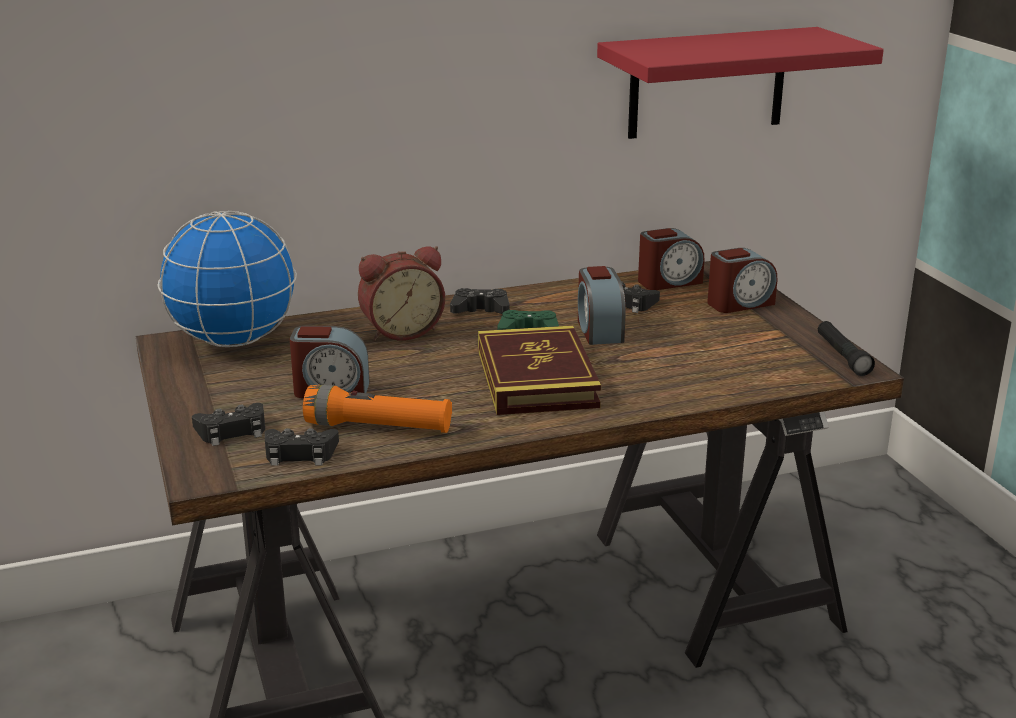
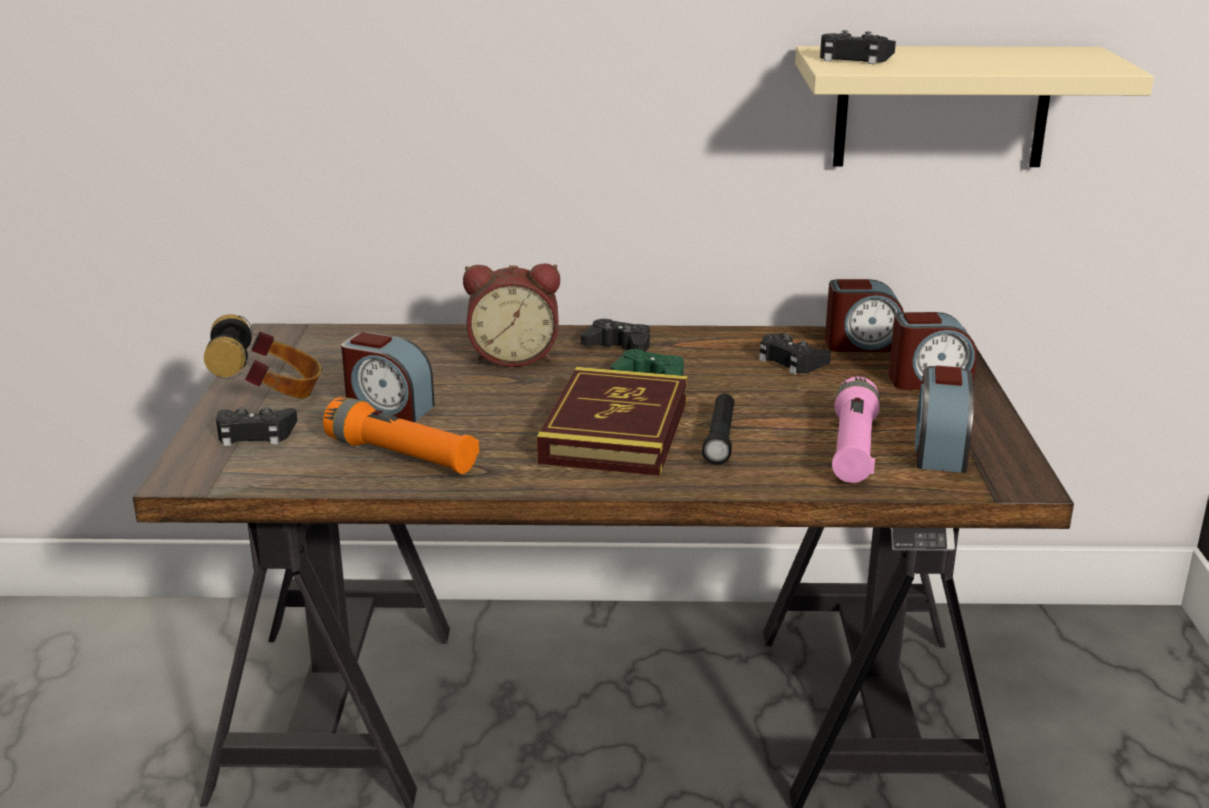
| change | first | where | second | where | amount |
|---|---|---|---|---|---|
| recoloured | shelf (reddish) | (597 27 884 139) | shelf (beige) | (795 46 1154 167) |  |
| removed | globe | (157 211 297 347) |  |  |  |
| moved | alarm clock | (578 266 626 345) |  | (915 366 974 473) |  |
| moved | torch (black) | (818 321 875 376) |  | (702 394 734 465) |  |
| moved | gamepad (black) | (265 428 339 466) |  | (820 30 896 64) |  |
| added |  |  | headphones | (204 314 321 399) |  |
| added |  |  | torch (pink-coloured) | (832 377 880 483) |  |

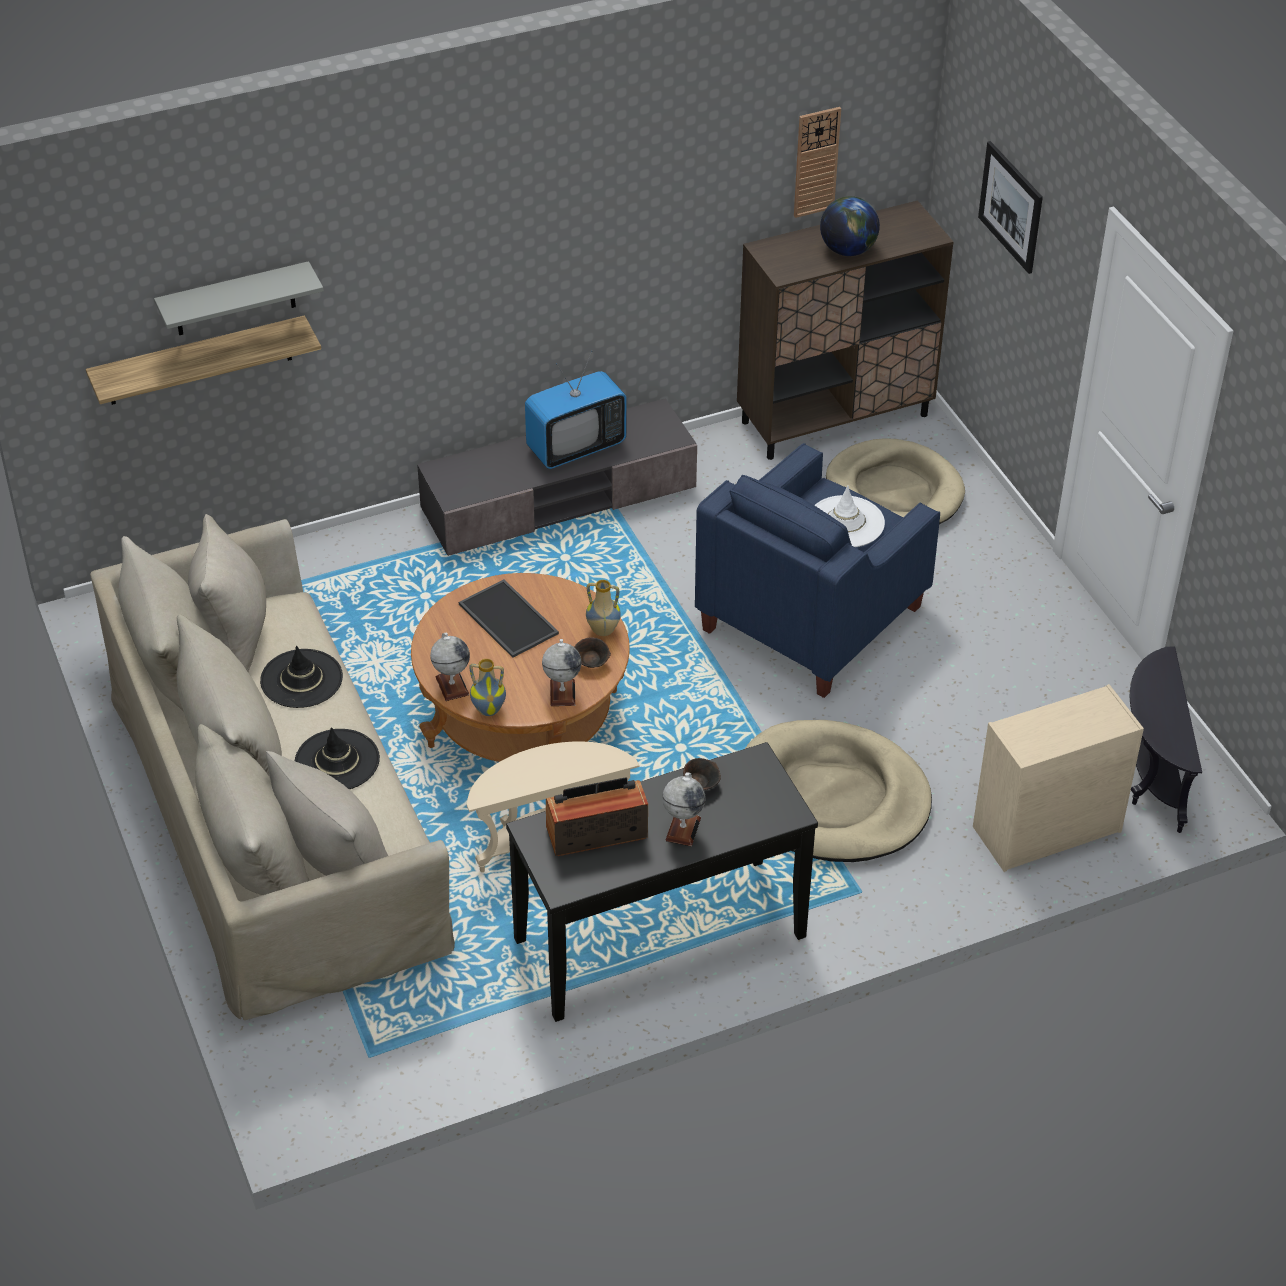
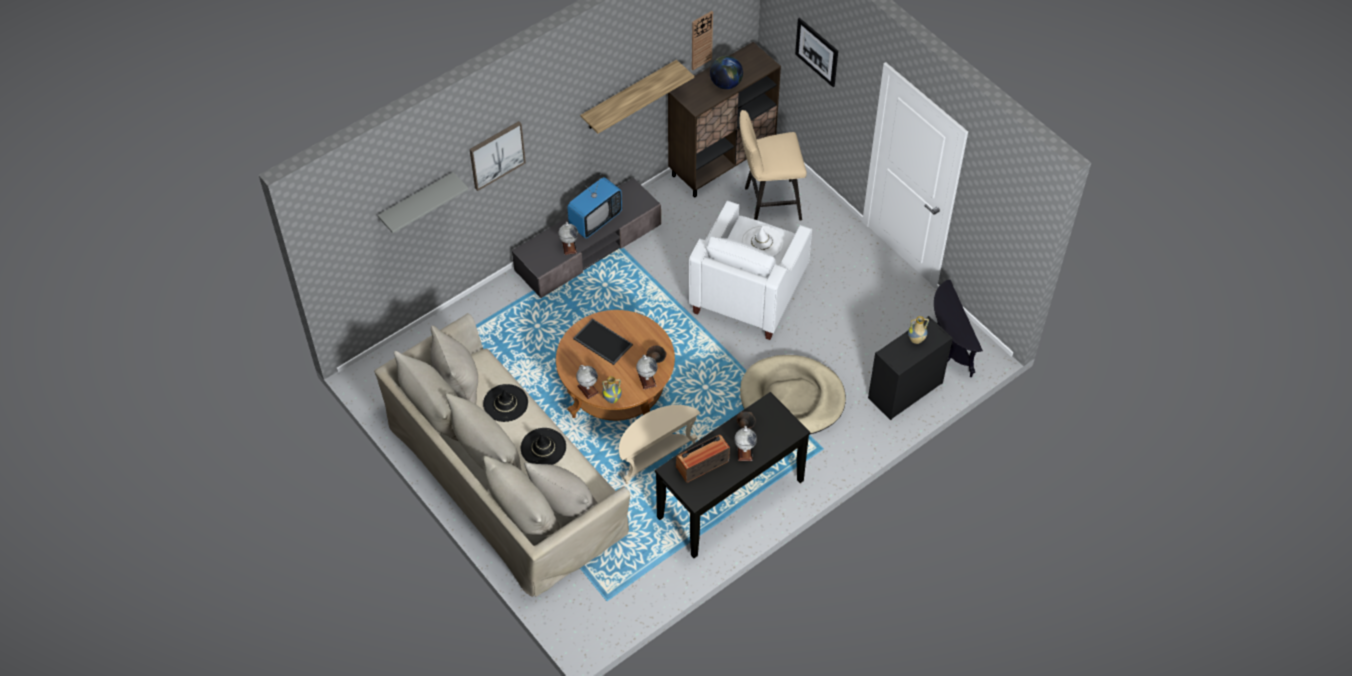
| change | first | where | second | where | amount |
|---|---|---|---|---|---|
| moved | shelf | (86 315 321 405) |  | (580 60 694 133) |  |
| replaced | dog cushion (beige) | (826 438 965 524) | stool seat (beige) | (740 110 807 220) |  |
| recoloured | easy chair (bluish) | (695 443 940 698) | easy chair (whitish) | (689 200 812 340) |  |
| moved | flower vase | (586 580 621 636) |  | (908 316 929 344) |  |
| recoloured | dresser (beige) | (973 684 1144 872) | dresser (black) | (868 316 953 420) |  |
| added |  |  | wall picture | (469 121 526 191) |  |
| added |  |  | globe | (558 222 578 255) |  |

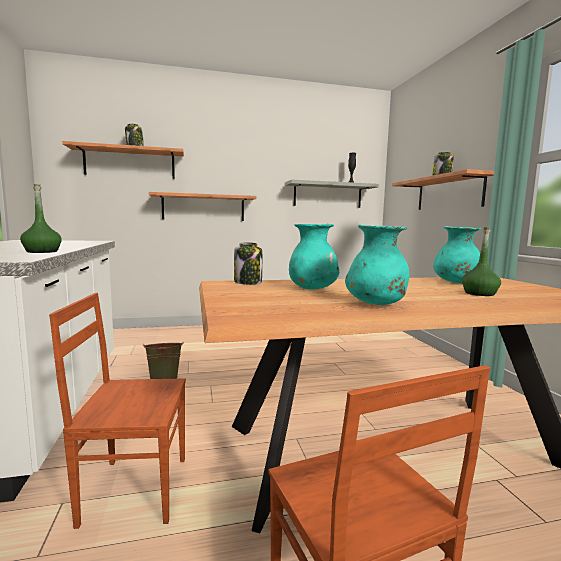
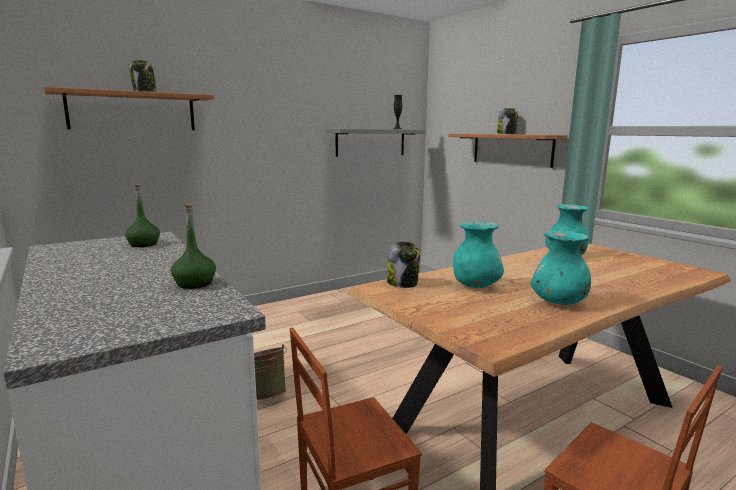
| change | first | where | second | where | amount |
|---|---|---|---|---|---|
| removed | shelf | (149 192 257 221) |  |  |  |
| moved | drink bottle (green) | (462 227 501 296) |  | (125 184 160 247) |  |

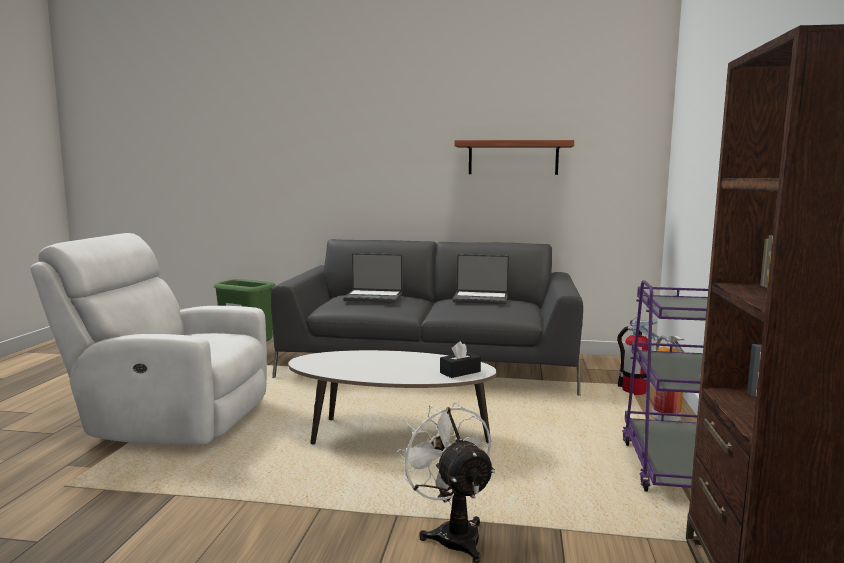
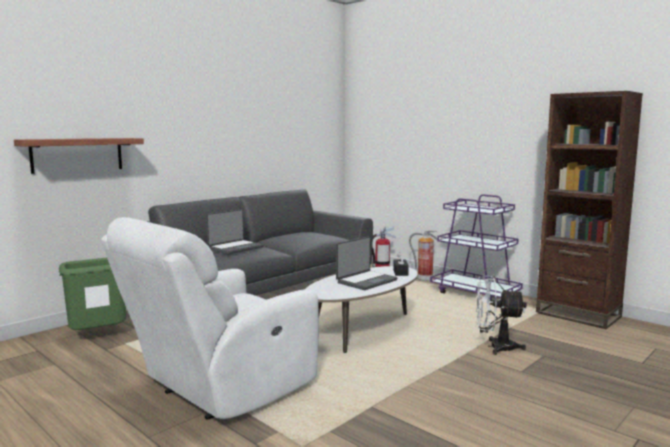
| change | first | where | second | where | amount |
|---|---|---|---|---|---|
| moved | shelf | (454 140 574 175) |  | (14 138 144 174) |  |
| moved | laptop | (452 254 509 304) |  | (336 236 397 290) |  |

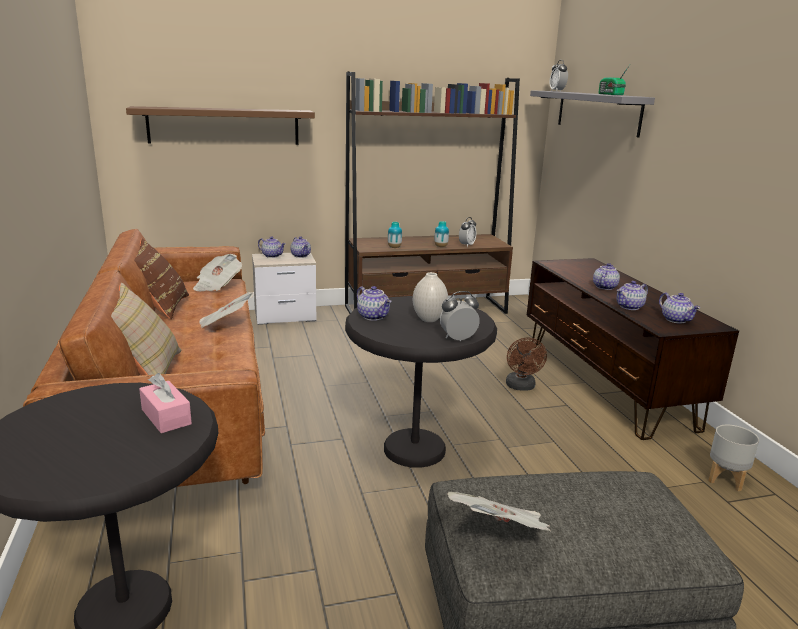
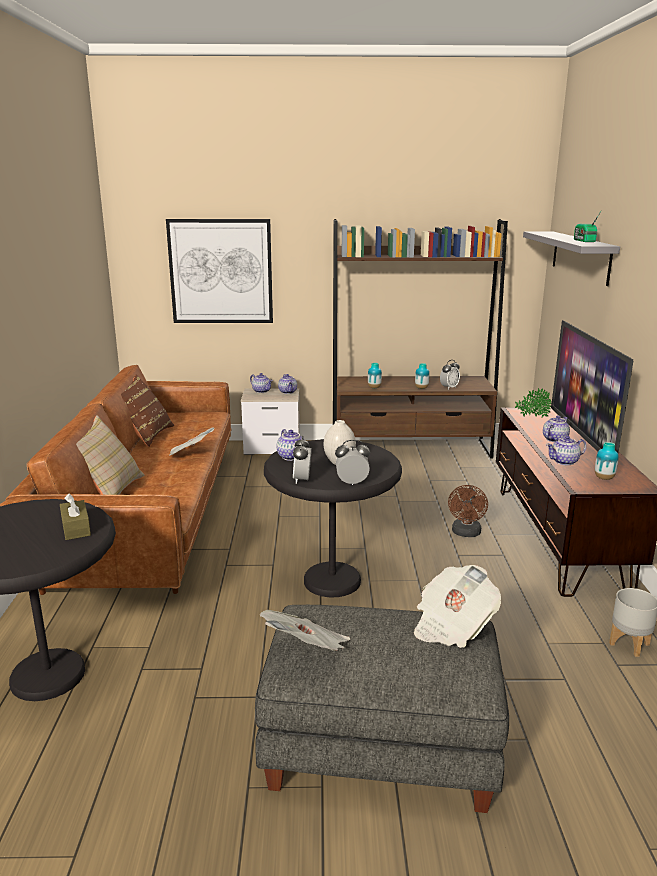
| change | first | where | second | where | amount |
|---|---|---|---|---|---|
| moved | alarm clock | (549 60 568 91) |  | (293 436 312 484) |  |
| replaced | shelf (brown-coloured) | (126 106 315 145) | wall picture | (166 219 273 323) |  |
| moved | daily paper | (193 254 242 291) |  | (414 565 501 648) |  |
| replaced | pot for tea | (659 292 700 324) | flower vase | (595 442 619 480) |  |
| recoloured | tissue holder (pink-coloured) | (139 373 192 433) | tissue holder (brown-coloured) | (60 494 91 540) |  |
| added |  |  | TV set | (551 320 633 452) |  |
| added |  |  | houseplant | (515 388 552 417) |  |

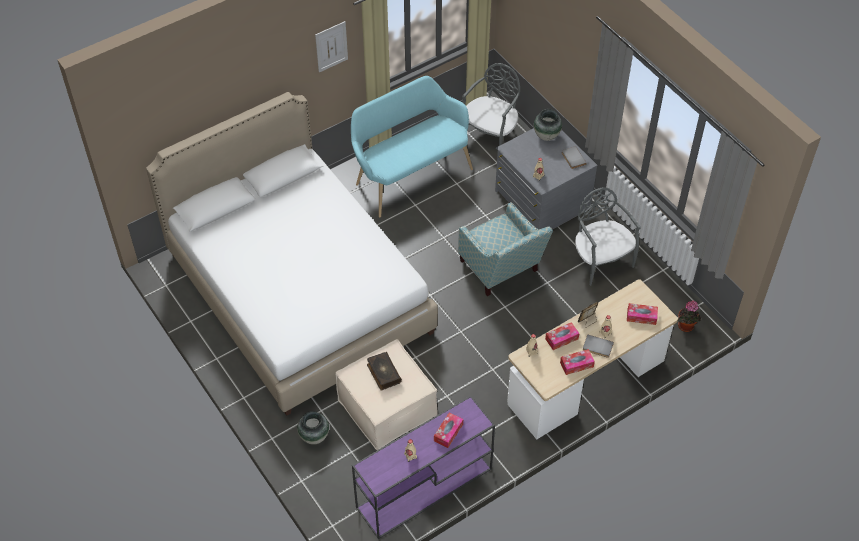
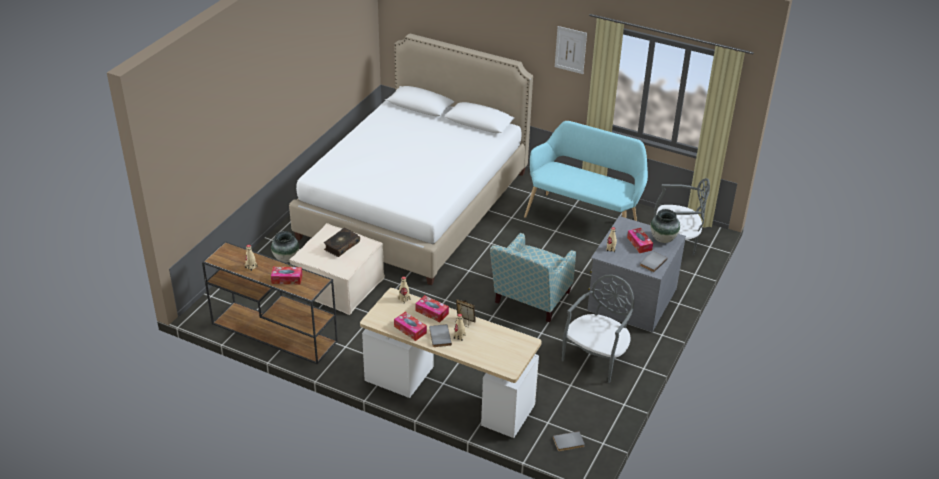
| change | first | where | second | where | amount |
|---|---|---|---|---|---|
| replaced | houseplant | (678 301 701 332) | bound book (greyish) | (553 431 585 451) |  |
| moved | tissue holder | (627 303 658 325) |  | (627 228 653 253) |  |
| recoloured | narrow table (purplish) | (352 396 495 539) | narrow table (brown-coloured) | (202 241 338 364) |  |

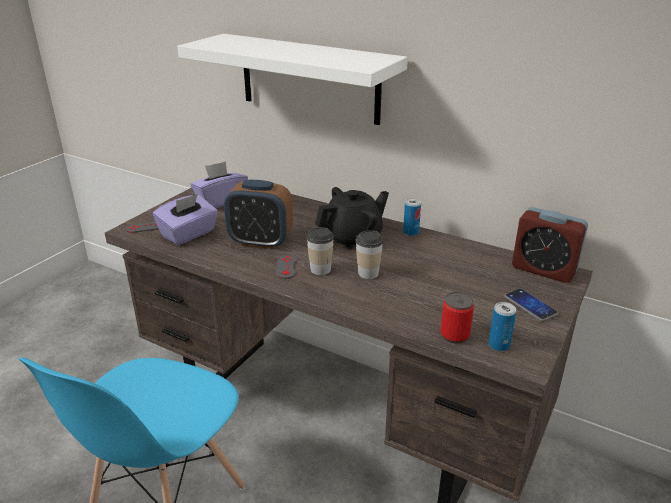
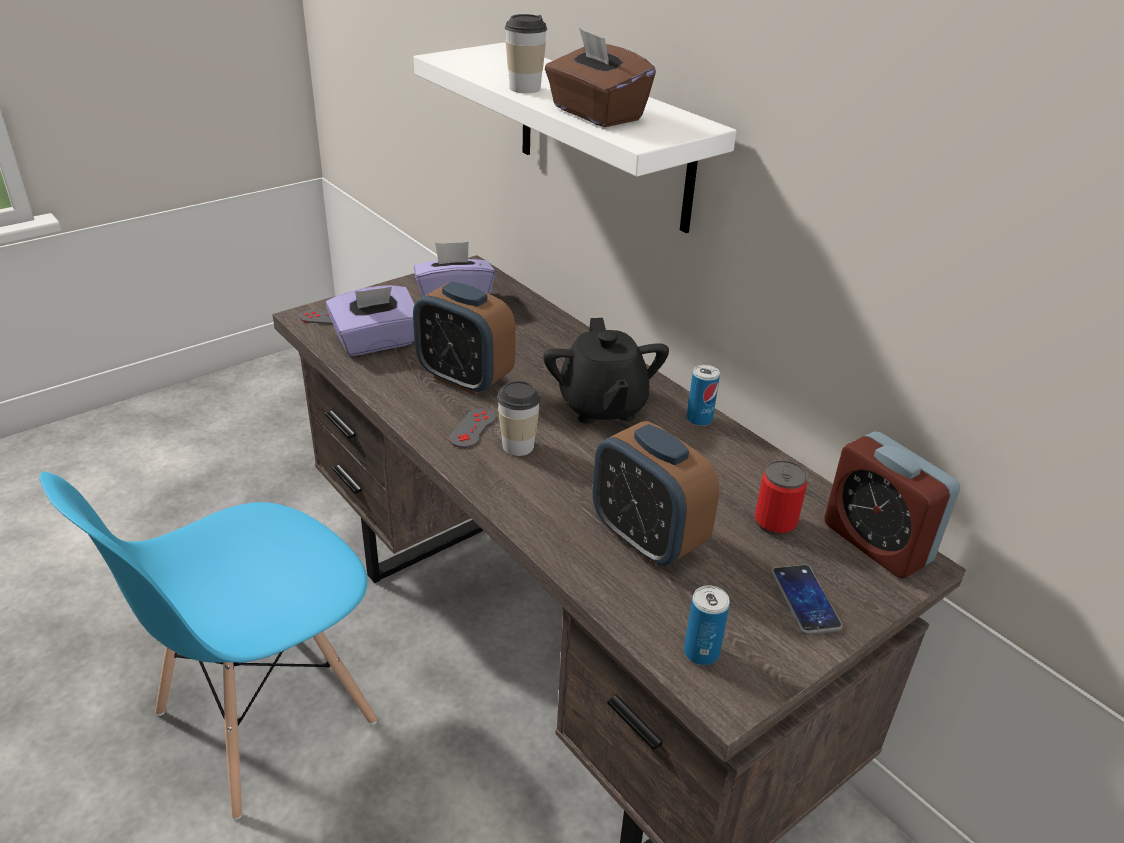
| change | first | where | second | where | amount |
|---|---|---|---|---|---|
| turned | pot for tea (black) | (315 187 389 250) |  | (543 318 669 424) | 90 degrees clockwise |
| moved | drinking cup | (355 230 383 279) |  | (504 14 547 93) |  |
| moved | metal can | (441 292 474 344) |  | (755 460 808 535) |  |
| added |  |  | tissue holder (brown-coloured) | (545 28 656 127) |  |
| added |  |  | alarm clock | (592 421 719 566) |  |

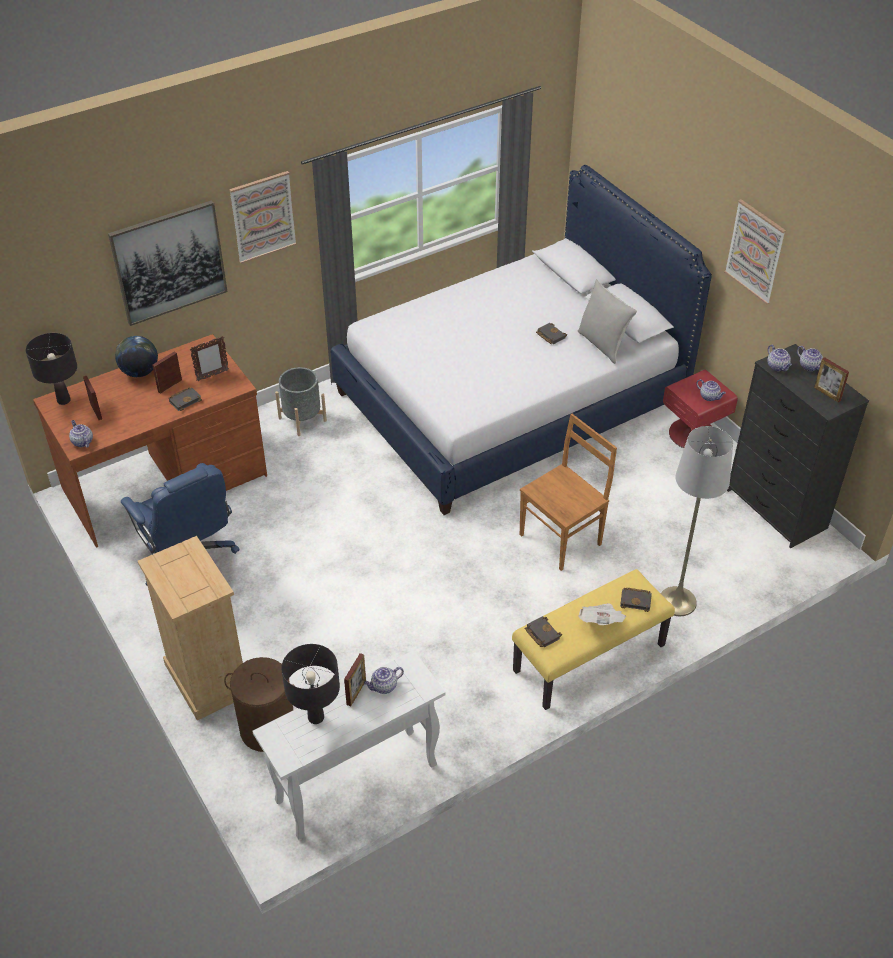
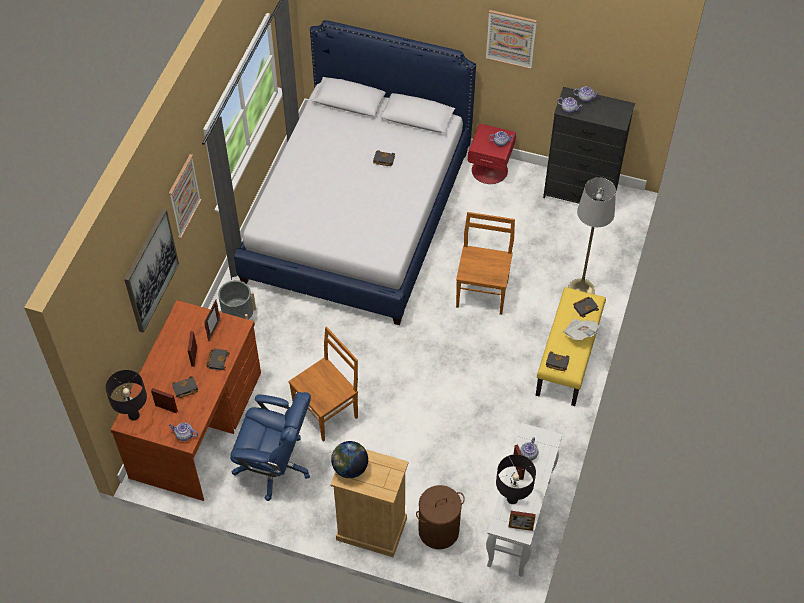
| change | first | where | second | where | amount |
|---|---|---|---|---|---|
| removed | cushion (greyish) | (578 279 637 364) |  |  |  |
| moved | globe | (115 336 158 377) |  | (331 441 368 478) |  |
| moved | standing frame | (814 357 849 402) |  | (509 511 536 531) |  |
| added |  |  | chair (brown-coloured) | (289 327 358 442) |  |
| added |  |  | bound book (black) | (172 376 198 398) |  |

